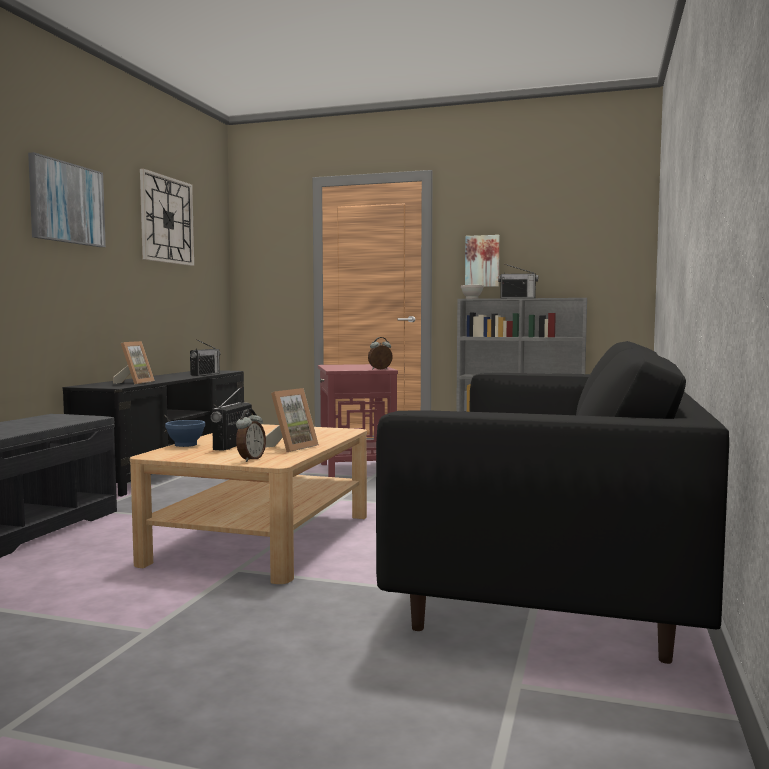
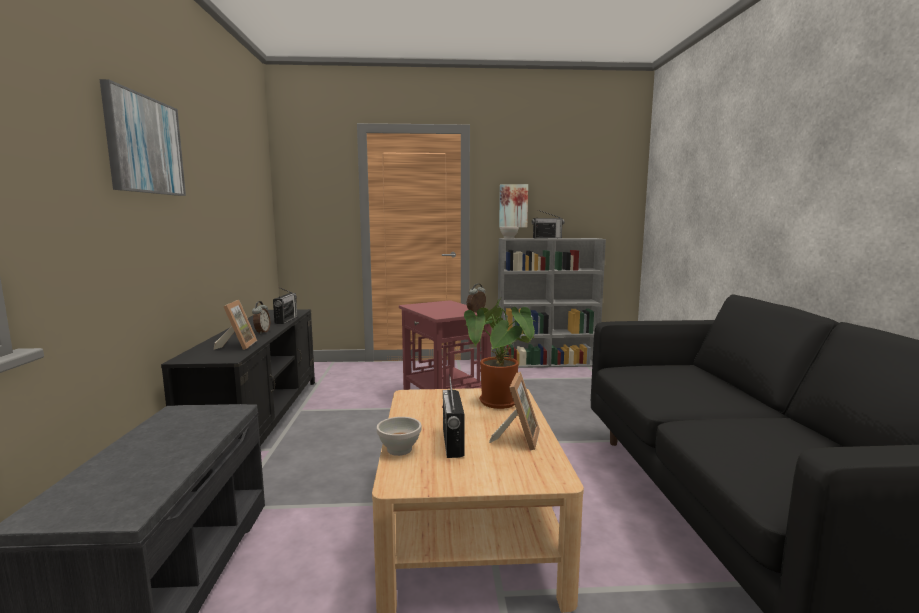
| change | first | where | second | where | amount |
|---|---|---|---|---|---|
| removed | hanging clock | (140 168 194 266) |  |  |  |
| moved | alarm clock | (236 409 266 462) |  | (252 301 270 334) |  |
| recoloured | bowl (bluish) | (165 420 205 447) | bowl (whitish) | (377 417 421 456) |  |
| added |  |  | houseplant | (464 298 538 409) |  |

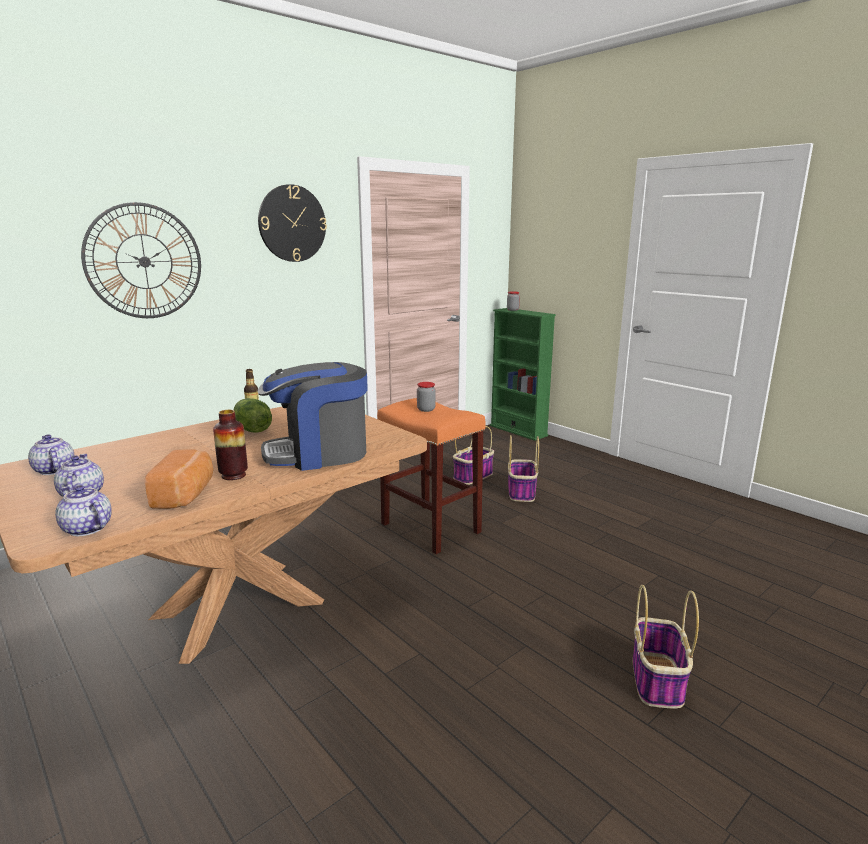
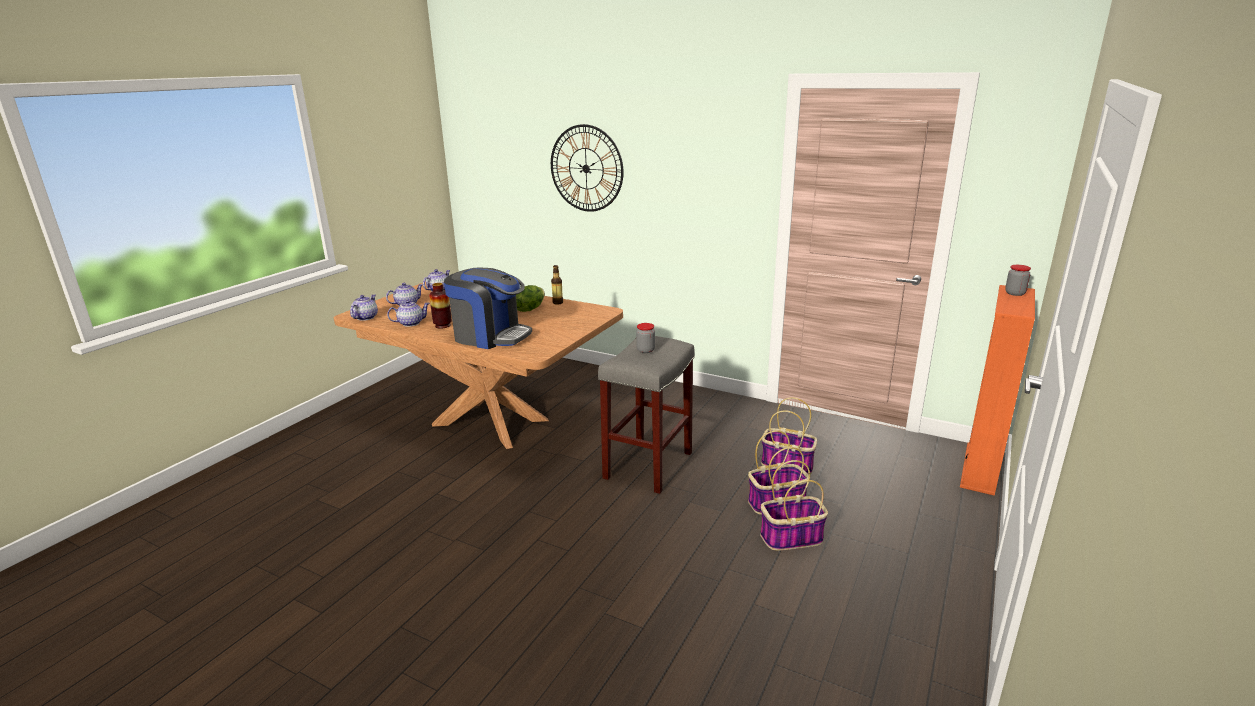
| change | first | where | second | where | amount |
|---|---|---|---|---|---|
| removed | hanging clock | (258 184 327 262) |  |  |  |
| recoloured | bookshelf (green) | (490 308 556 441) | bookshelf (orangey) | (960 285 1035 496) |  |
| turned | coffee maker | (257 362 368 471) |  | (444 267 532 349) | 150 degrees clockwise |
| recoloured | stool seat (orangey) | (377 398 485 554) | stool seat (greyish) | (598 336 695 494) |  |
| replaced | baked bread | (145 449 213 509) | pot for tea | (387 300 430 327) |  |
| moved | storage basket | (633 585 699 708) |  | (760 460 828 551) |  |

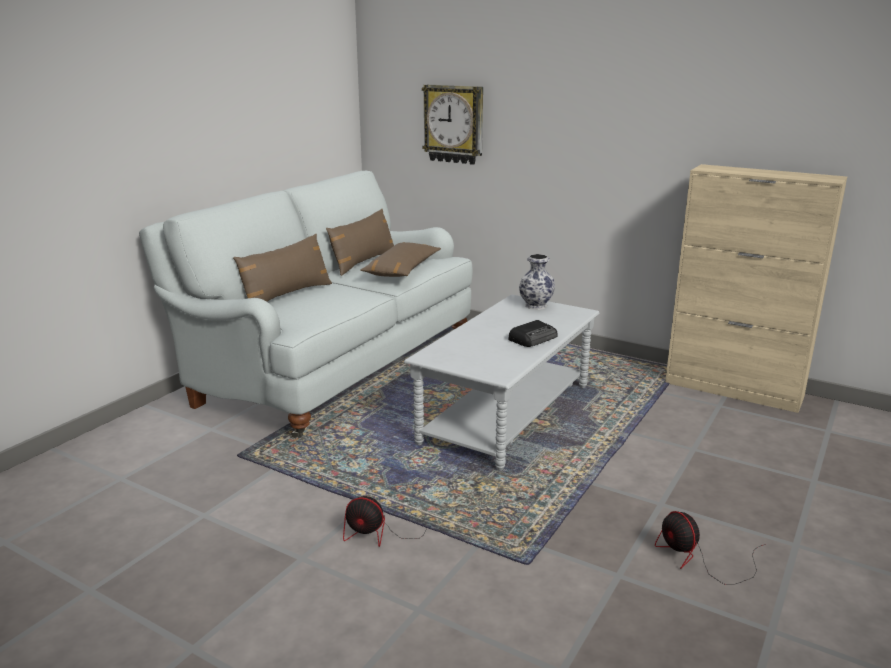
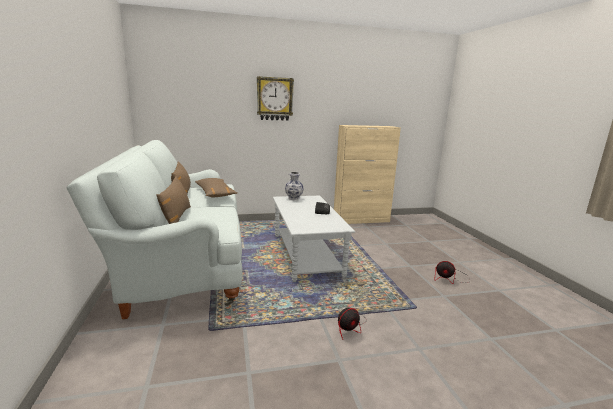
| change | first | where | second | where | amount |
|---|---|---|---|---|---|
| moved | hanging clock | (422 84 483 165) |  | (257 76 294 121) |  |

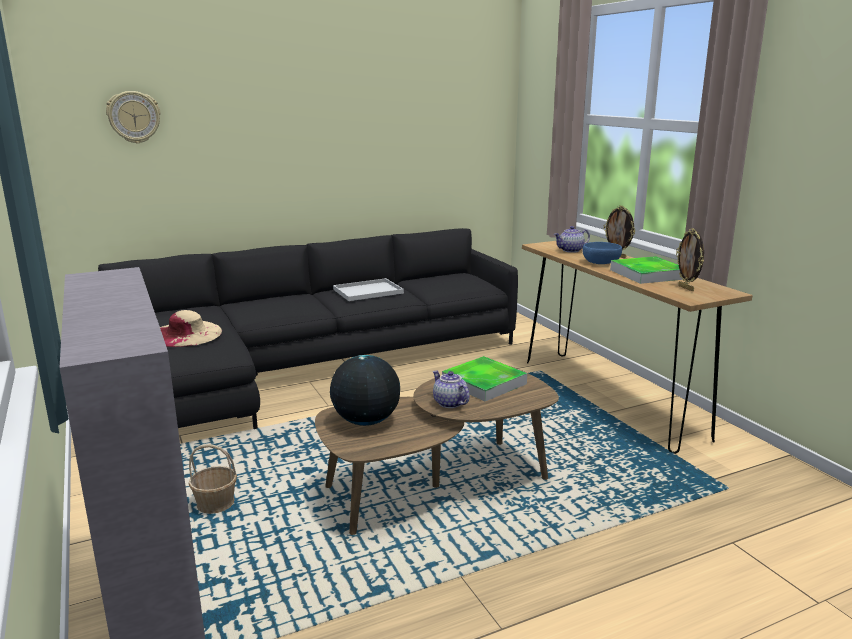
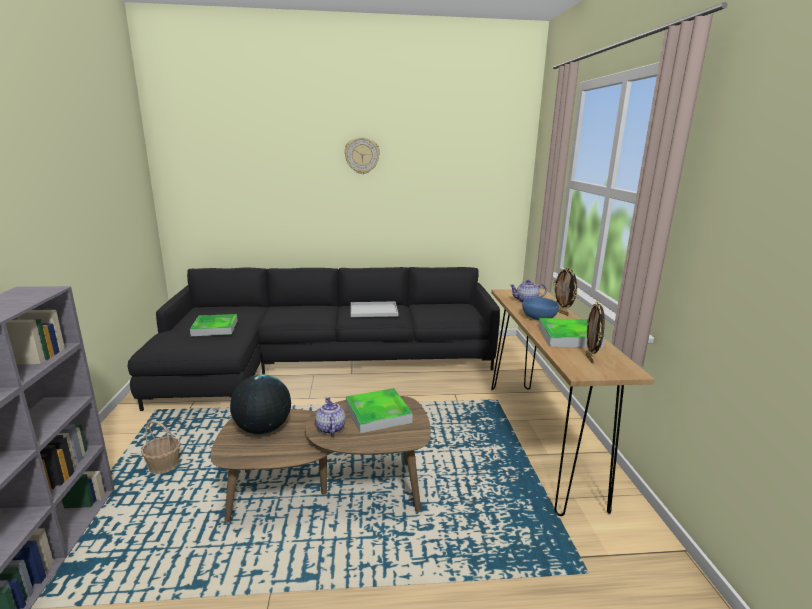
| change | first | where | second | where | amount |
|---|---|---|---|---|---|
| moved | hanging clock | (106 91 161 144) |  | (344 137 380 174) |  |
| replaced | wearable hat (beige) | (160 310 222 347) | serving tray | (190 314 238 336) |  |

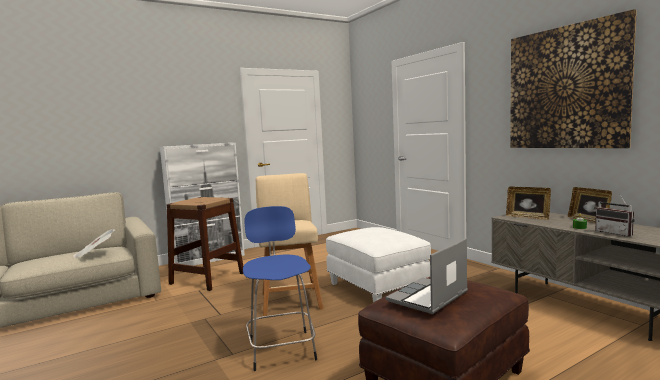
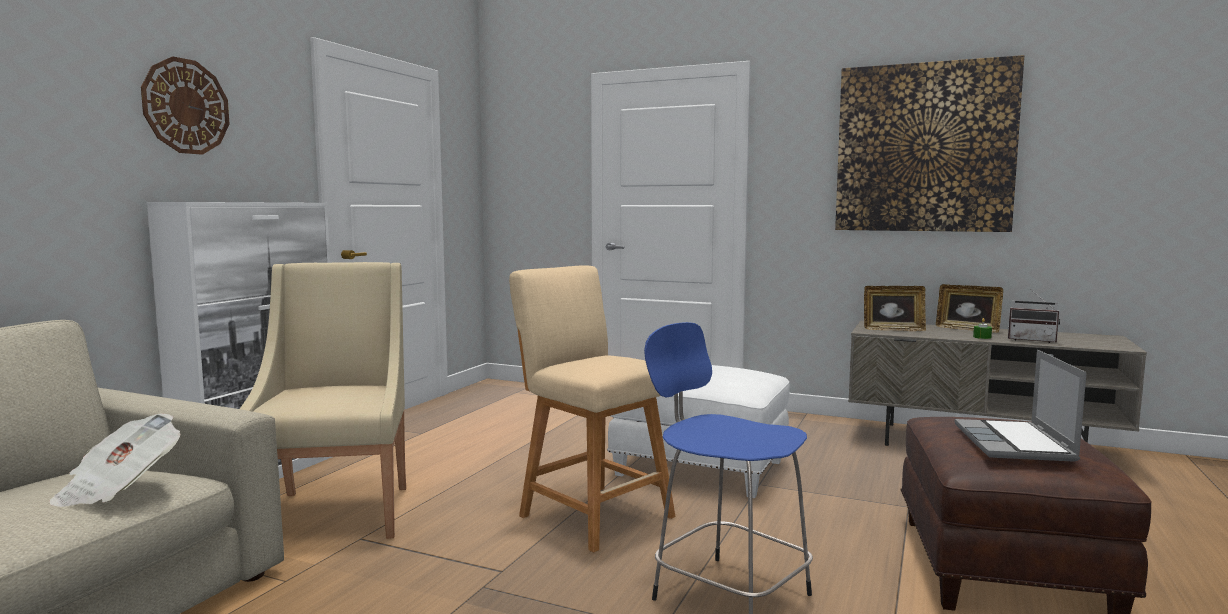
| change | first | where | second | where | amount |
|---|---|---|---|---|---|
| replaced | stool seat (brown-coloured) | (167 197 243 291) | easy chair (beige) | (240 262 406 539) |  |
| added |  |  | hanging clock | (141 56 230 155) |  |

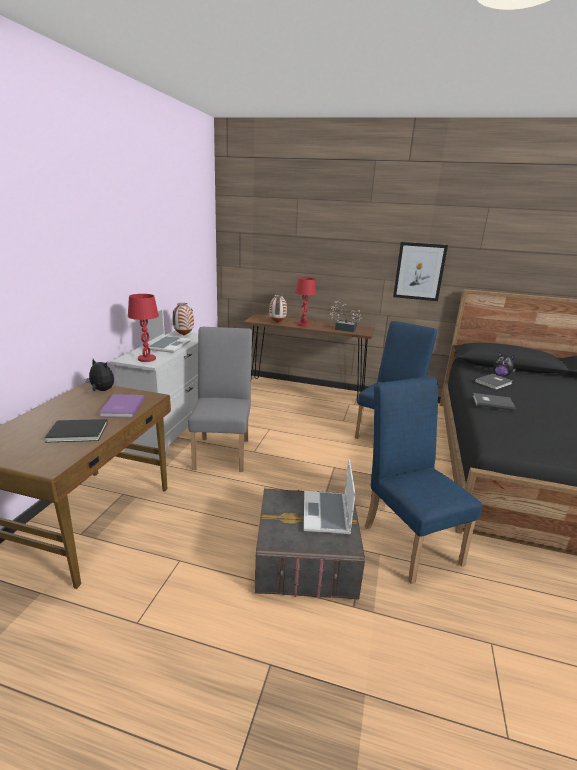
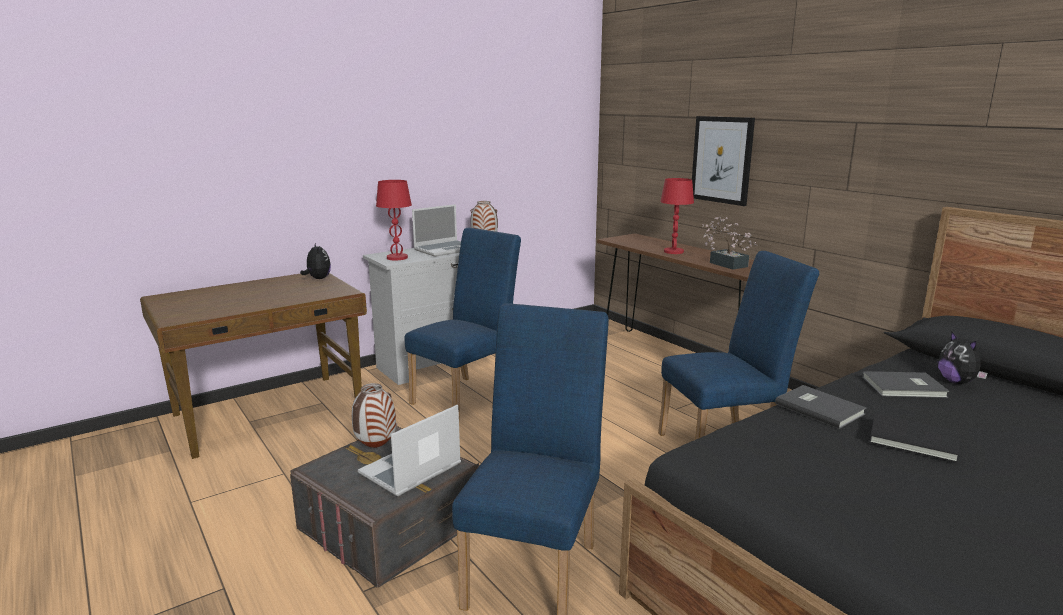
| change | first | where | second | where | amount |
|---|---|---|---|---|---|
| moved | wall picture | (393 242 448 301) |  | (692 116 755 206) |  |
| moved | flower vase | (269 295 287 323) |  | (352 383 396 448) |  |
| recoloured | chair (greyish) | (188 327 252 472) | chair (bluish) | (405 228 521 414) |  |
| removed | bound book (purplish) | (99 394 145 418) |  |  |  |
| moved | bound book (black) | (44 419 108 443) |  | (869 413 960 463) |  |

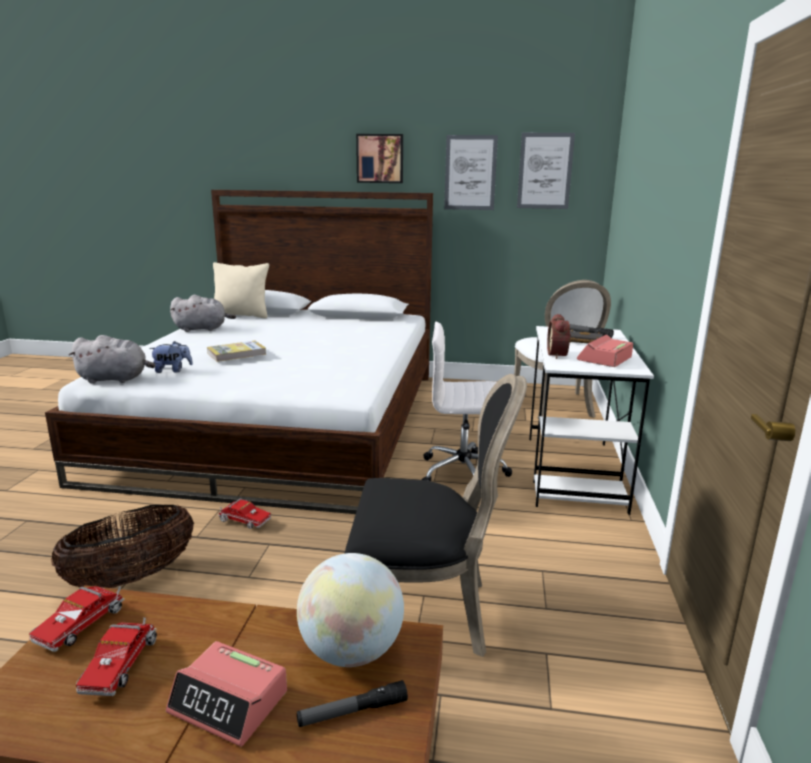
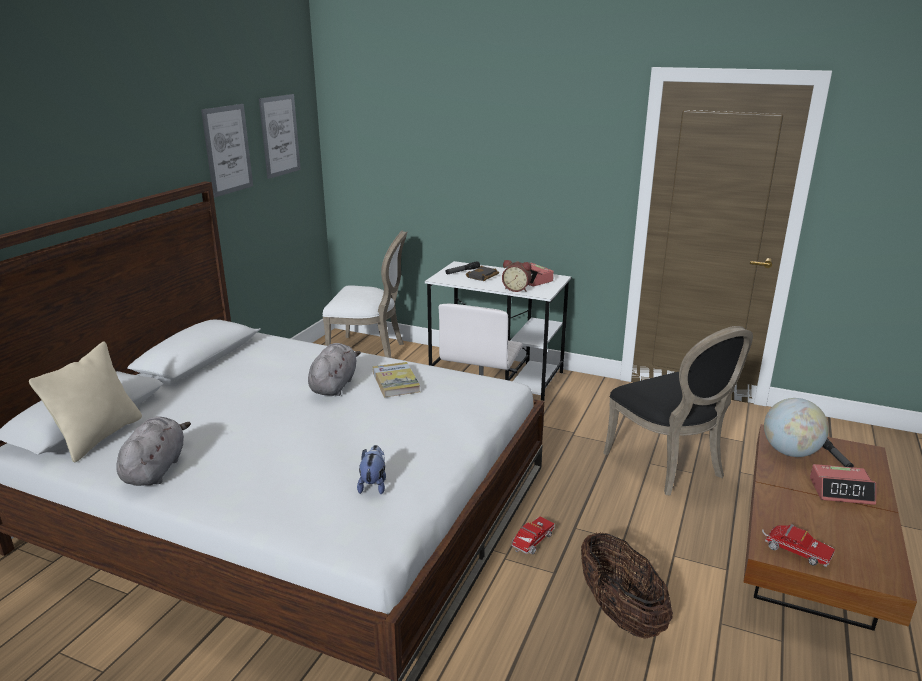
| change | first | where | second | where | amount |
|---|---|---|---|---|---|
| removed | wall picture | (356 134 403 183) |  |  |  |
| moved | cuddly toy (greyish) | (68 335 155 384) |  | (308 343 361 396) |  |
| moved | bound book | (207 341 267 362) |  | (373 362 420 397) |  |
| turned | chair (black) | (345 374 527 657) |  | (603 326 753 495) | 135 degrees clockwise |
| removed | model truck | (76 617 157 696) |  |  |  |
| turned | alarm clock | (166 641 287 747) |  | (810 464 876 505) | 60 degrees clockwise |

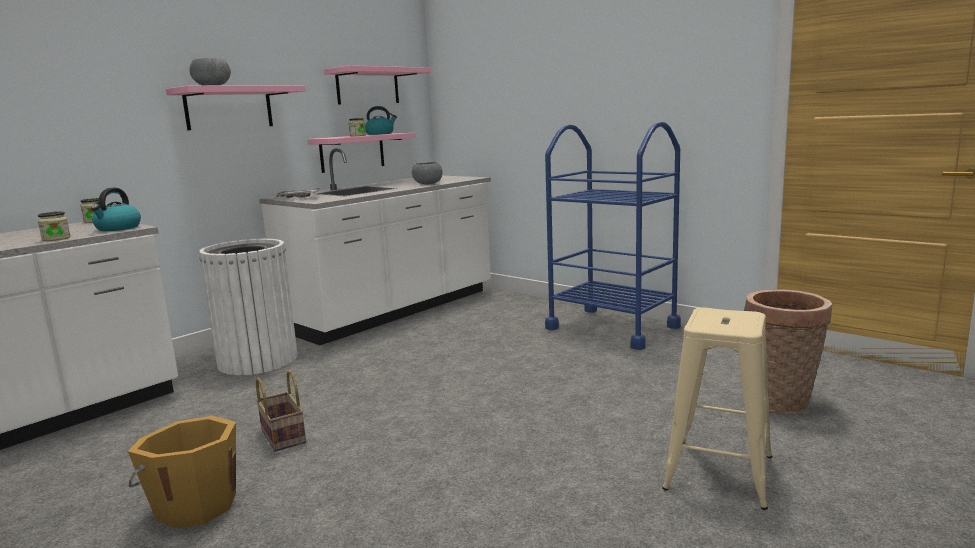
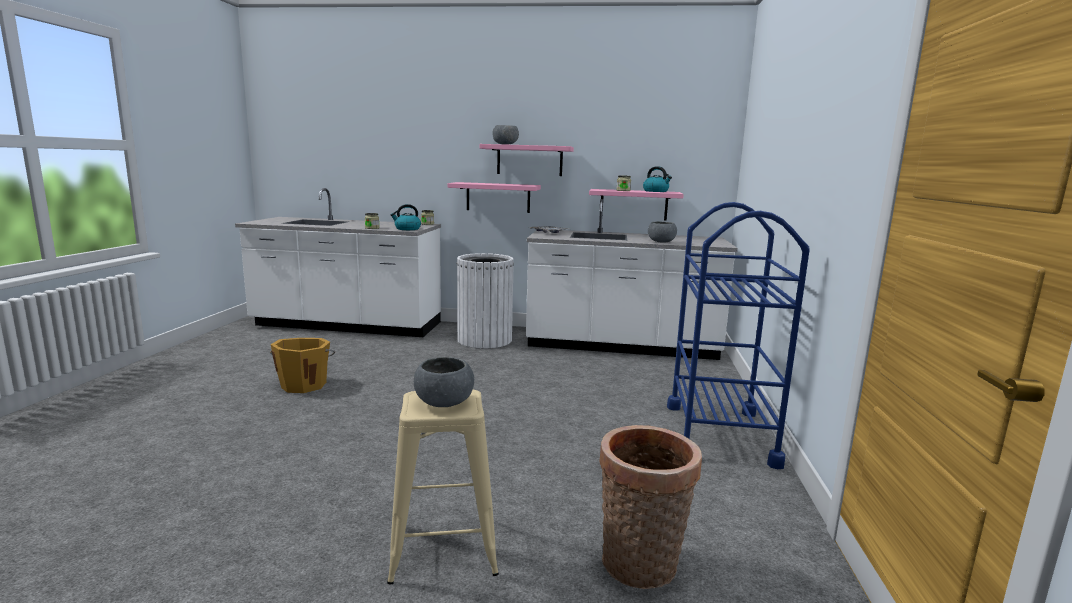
| change | first | where | second | where | amount |
|---|---|---|---|---|---|
| moved | shelf (pink-coloured) | (324 65 431 104) |  | (447 182 541 213) |  |
| removed | storage basket | (256 370 306 452) |  |  |  |
| added |  |  | bowl (greyish) | (414 357 474 407) |  |

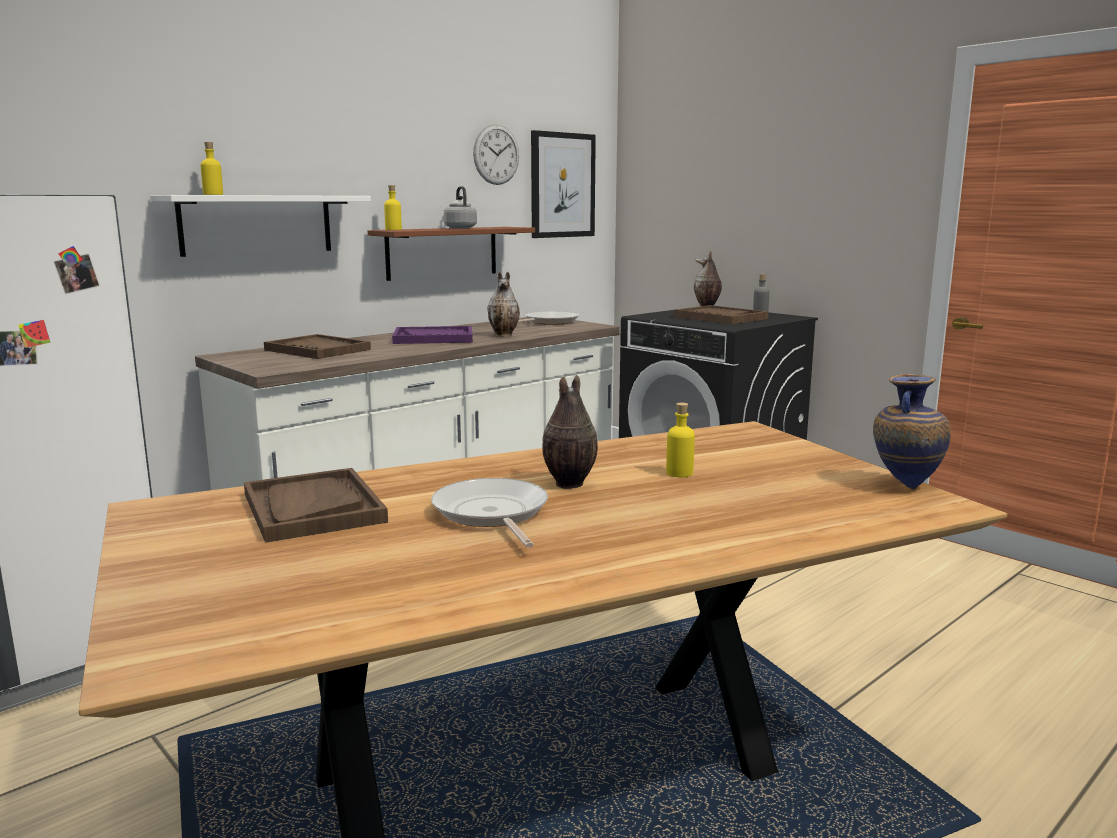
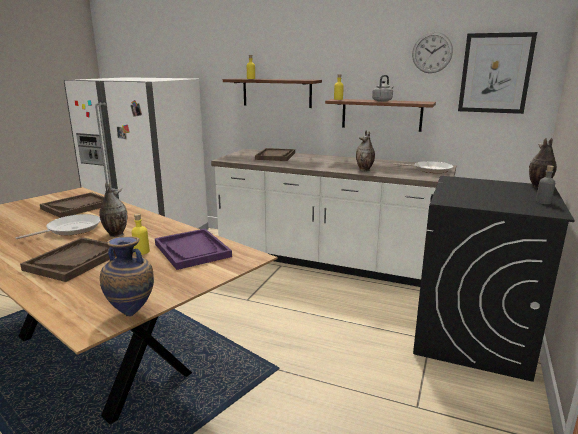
| change | first | where | second | where | amount |
|---|---|---|---|---|---|
| recoloured | shelf (whitish) | (150 195 371 257) | shelf (brown-coloured) | (223 78 322 108) |  |
| moved | serving tray (brown-coloured) | (674 305 769 324) |  | (20 237 116 282) |  |
| moved | serving tray (purplish) | (392 326 473 344) |  | (155 229 232 270) |  |

